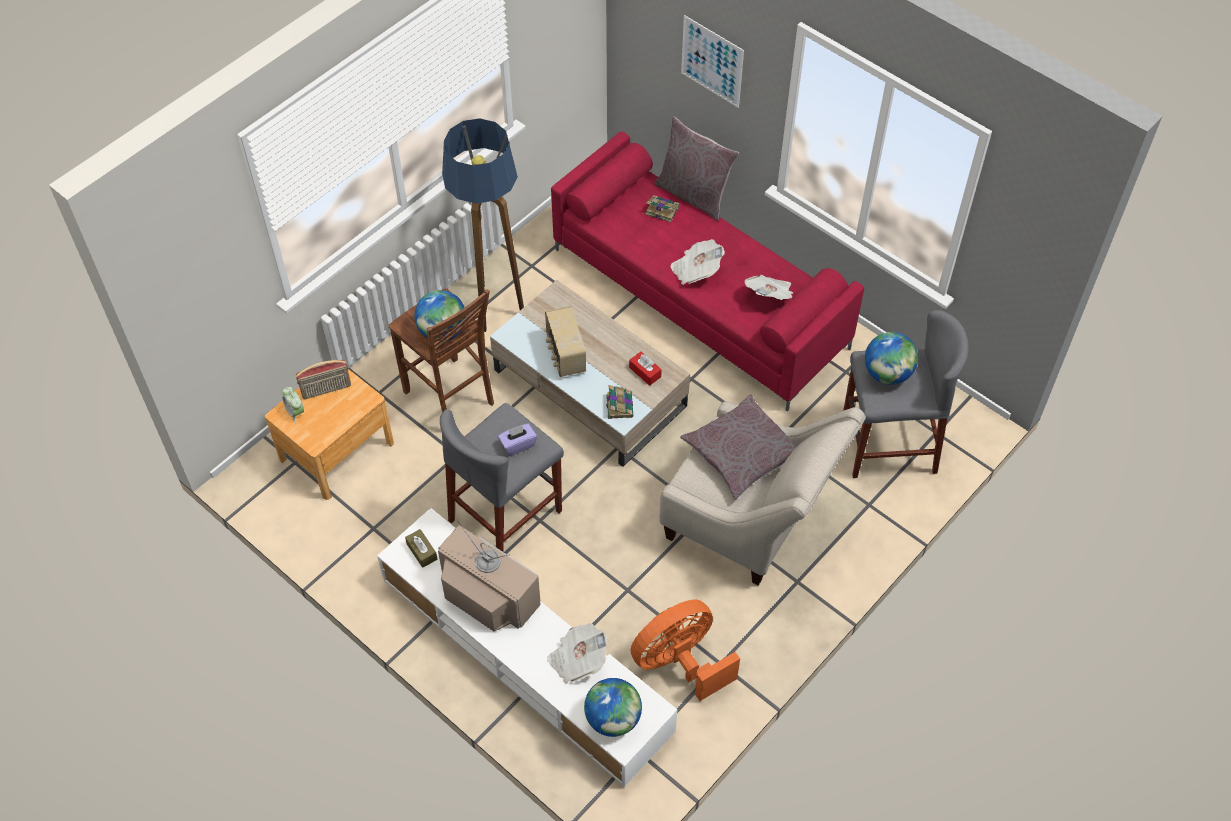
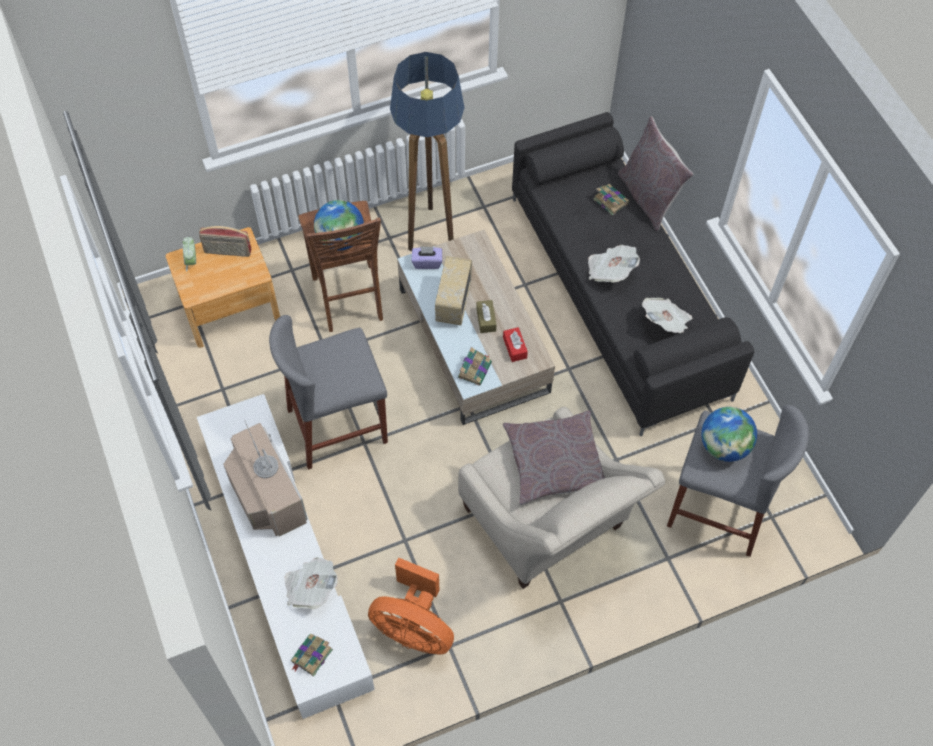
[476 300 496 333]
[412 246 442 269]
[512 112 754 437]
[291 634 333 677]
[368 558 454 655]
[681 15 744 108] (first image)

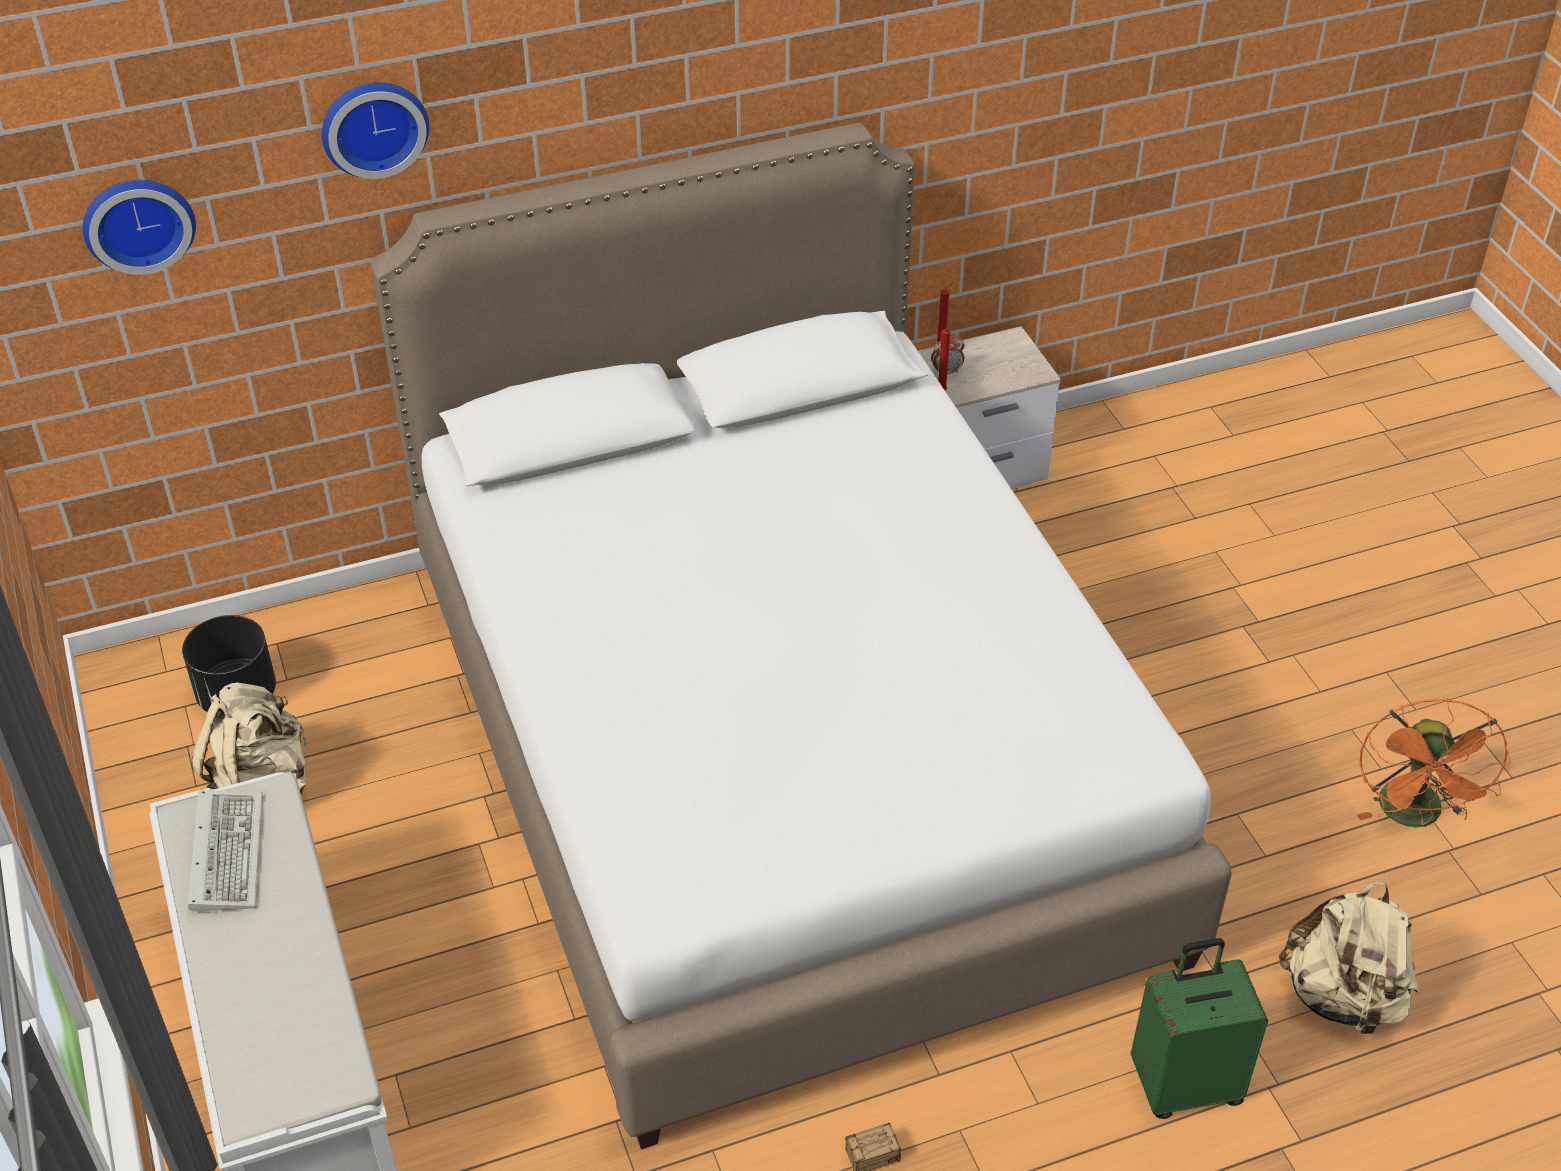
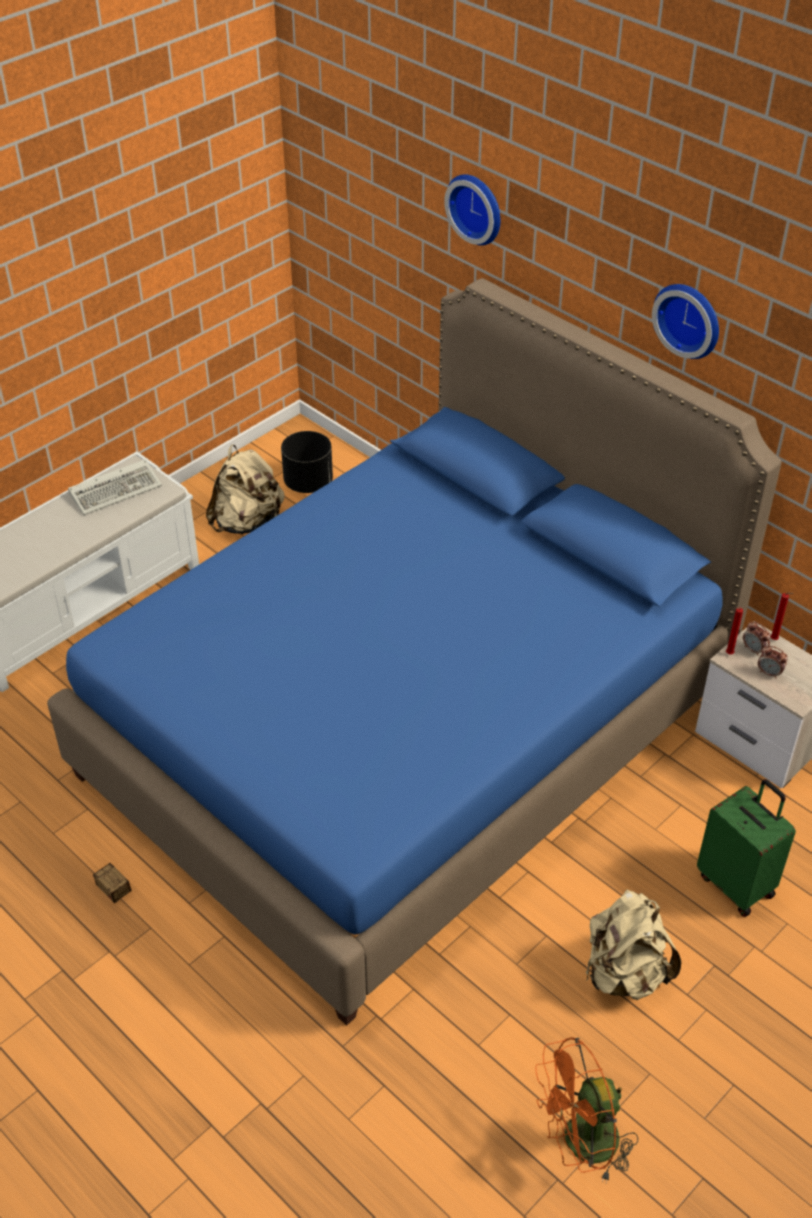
[652 284 719 359]
[47 278 782 1025]
[697 779 796 917]
[586 890 681 1000]
[758 646 788 679]

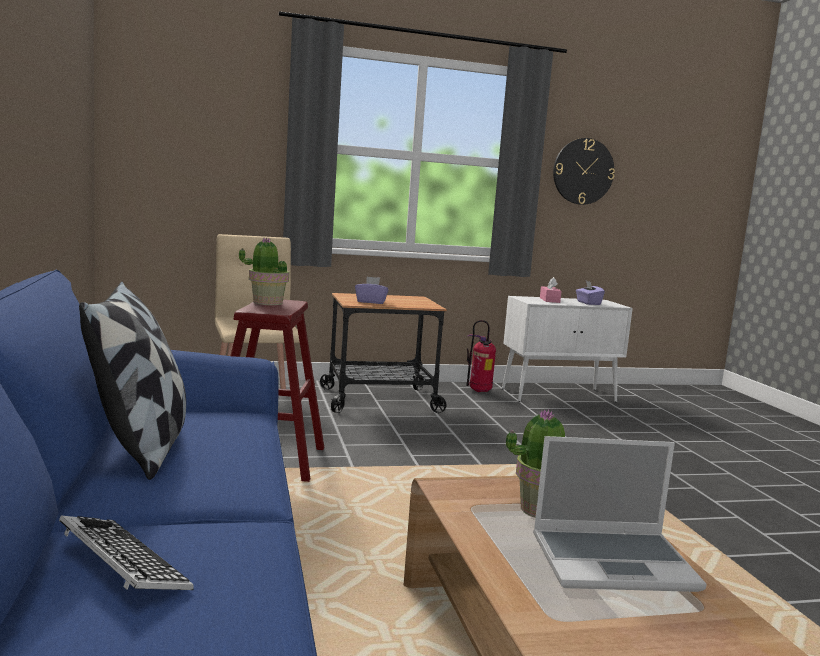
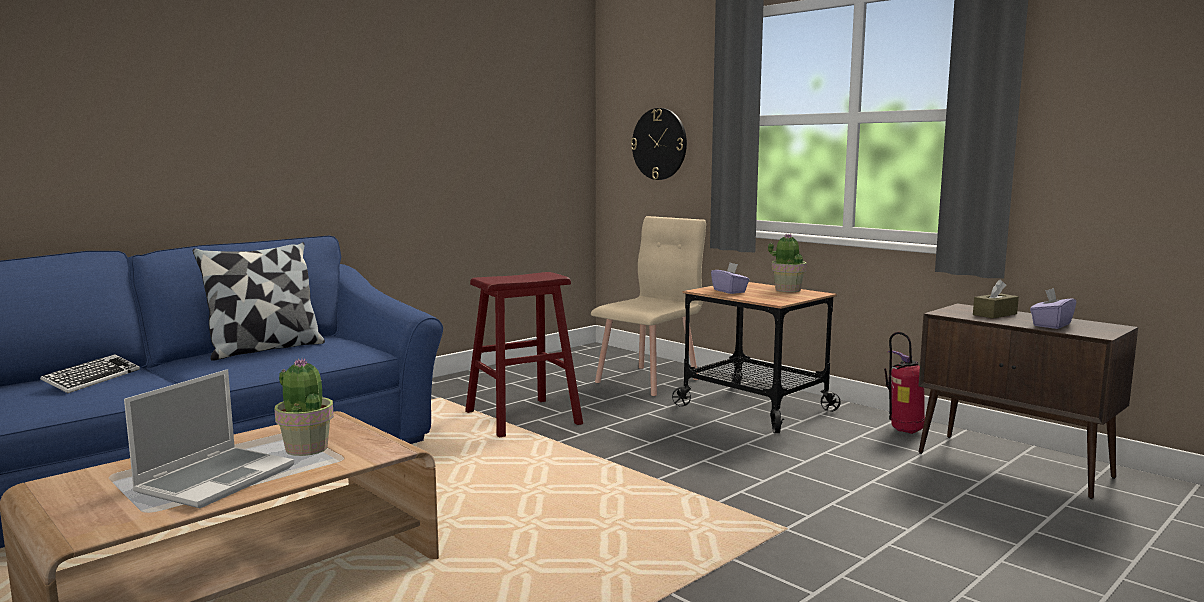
[768 234 807 292]
[919 304 1138 499]
[124 369 294 508]
[973 279 1019 319]
[631 108 687 180]

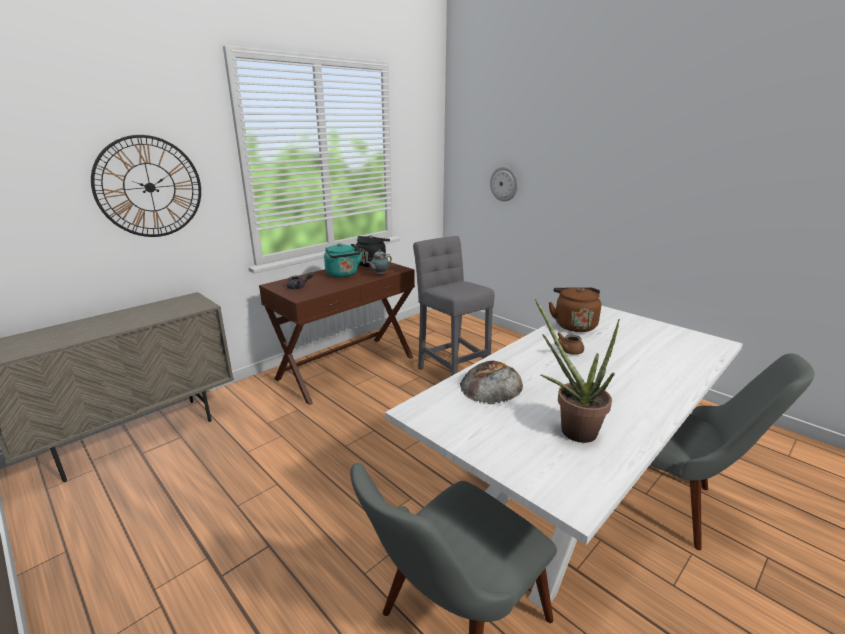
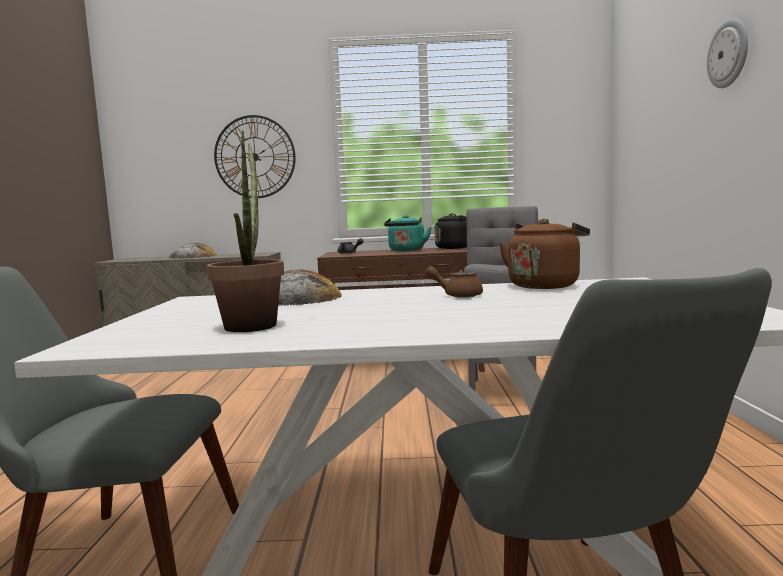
[366 249 392 275] (first image)
[707 19 748 88]
[169 243 217 259]

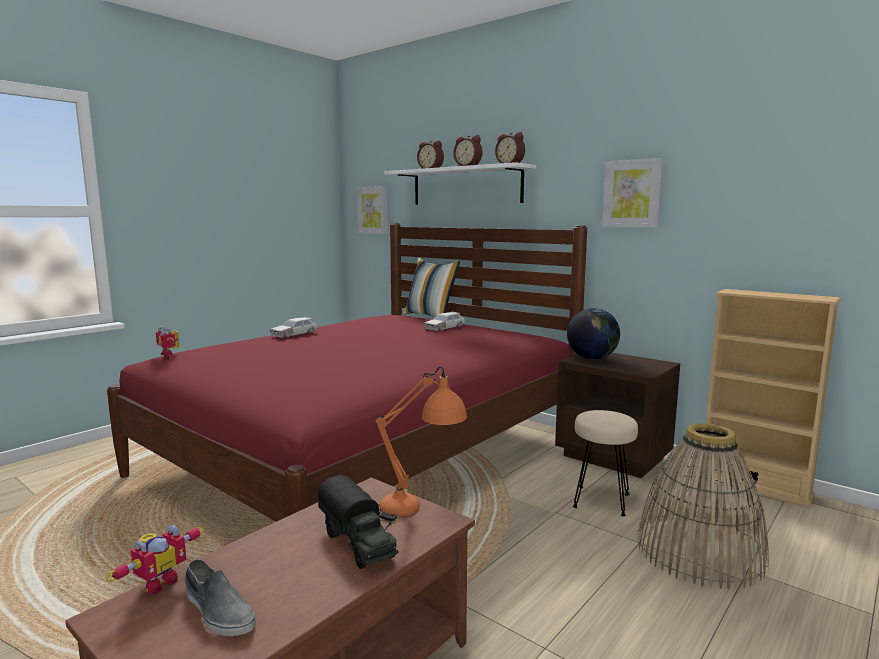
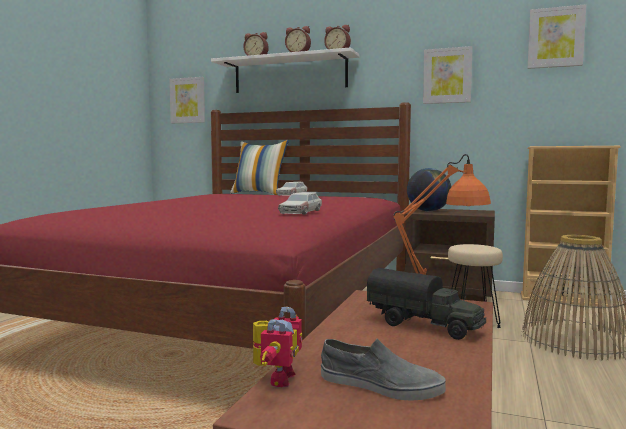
[156 326 179 357] (first image)
[278 192 322 215]
[528 4 586 69]

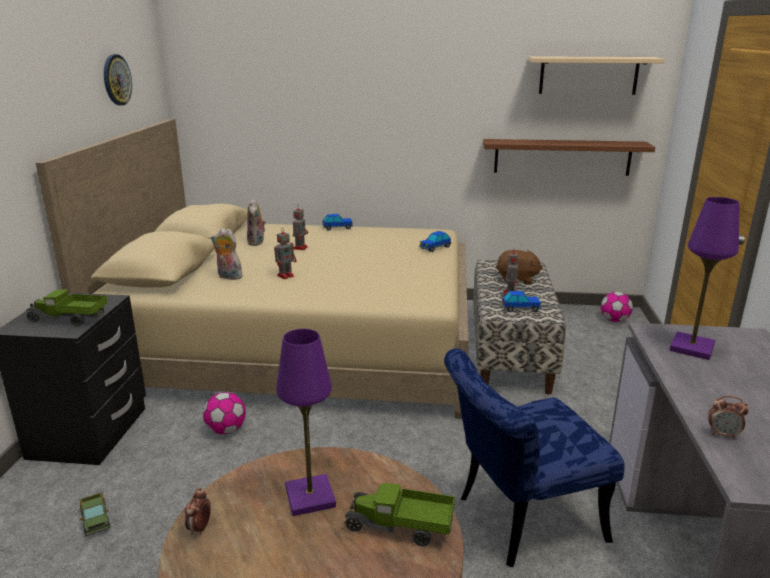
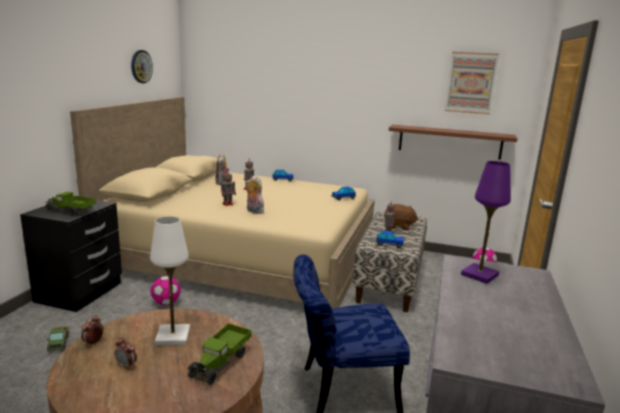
[245 176 264 214]
[150 216 190 345]
[187 323 252 385]
[445 52 499 114]
[114 337 137 370]

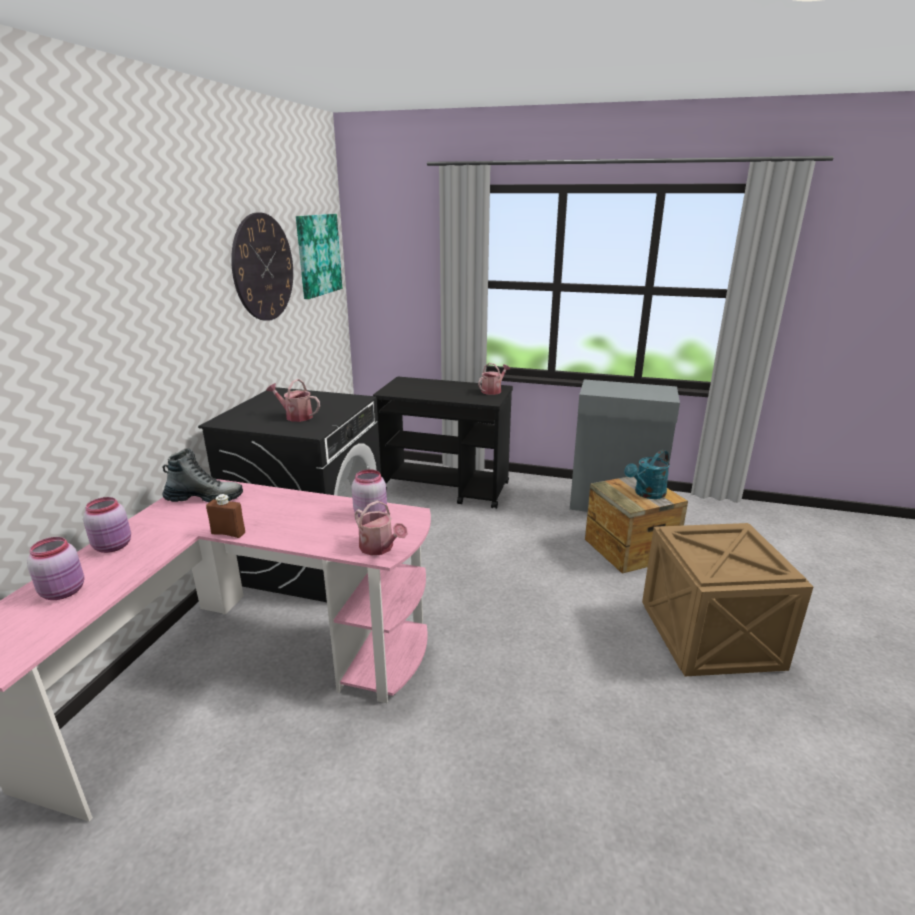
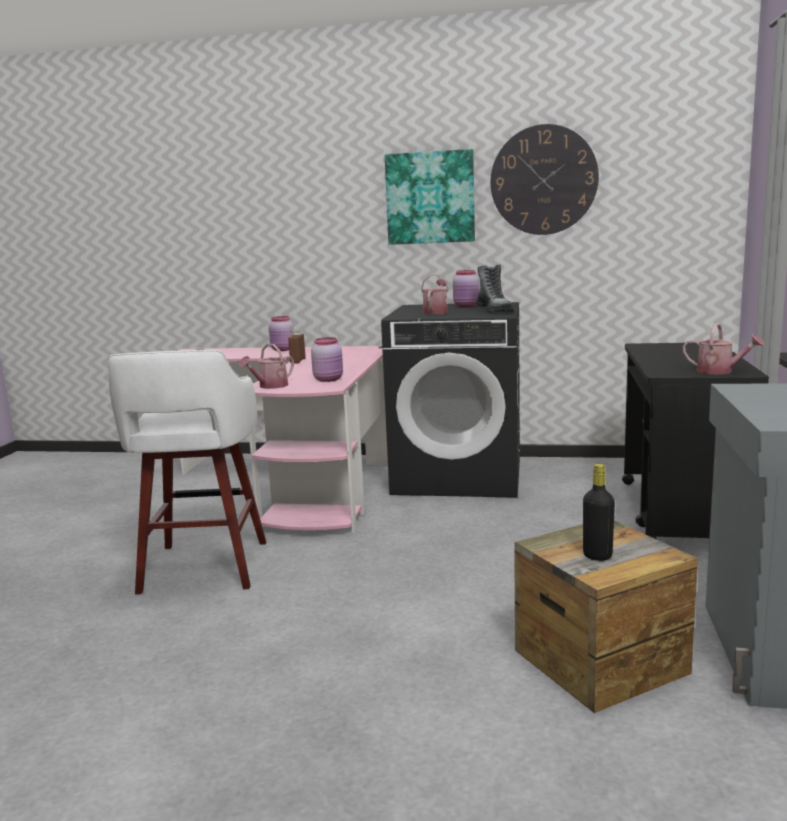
[453 270 479 307]
[476 265 514 313]
[385 149 475 245]
[583 464 615 561]
[642 523 813 676] (first image)
[108 350 266 595]

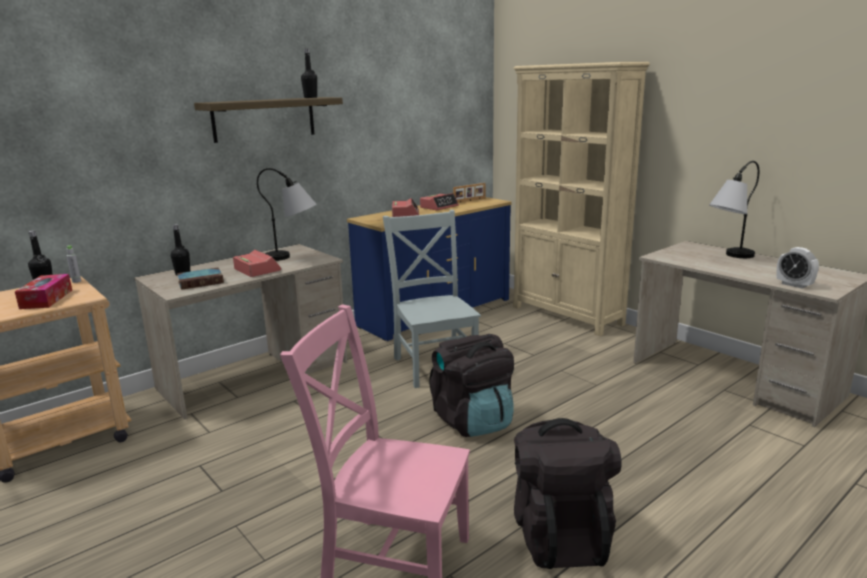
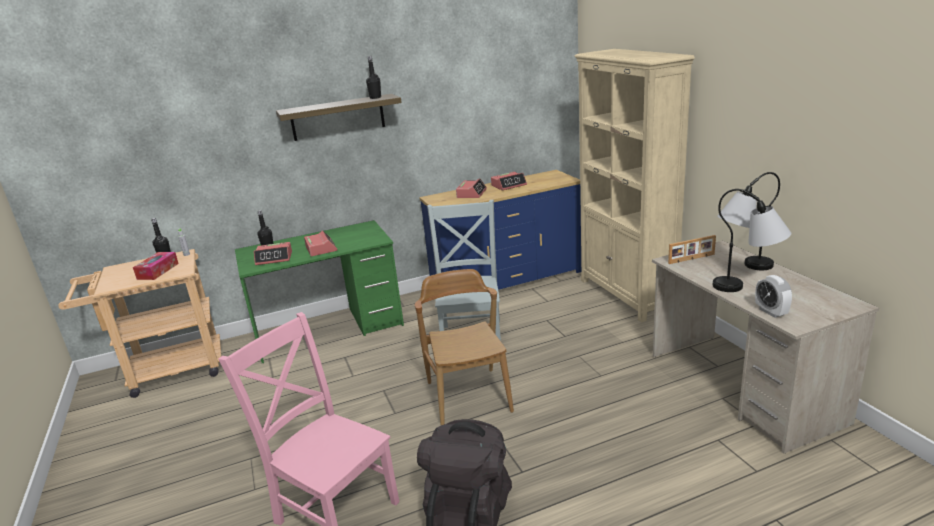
[235 220 404 363]
[254 242 292 265]
[713 189 791 292]
[415 269 514 425]
[668 235 716 264]

